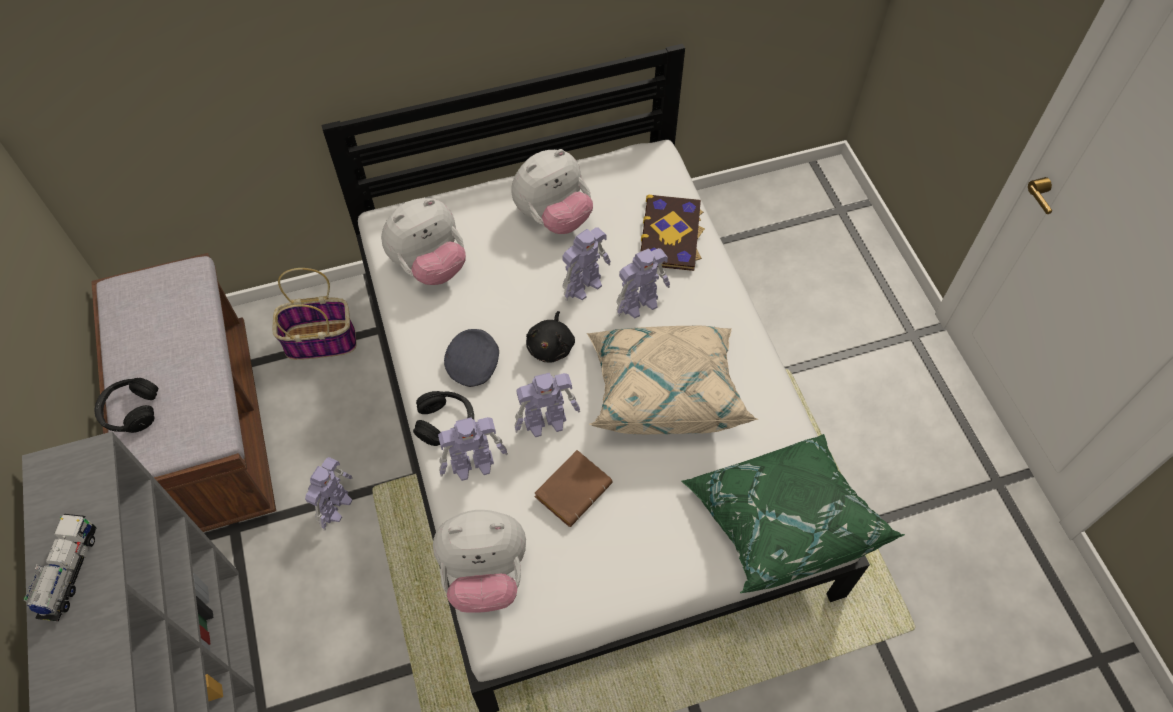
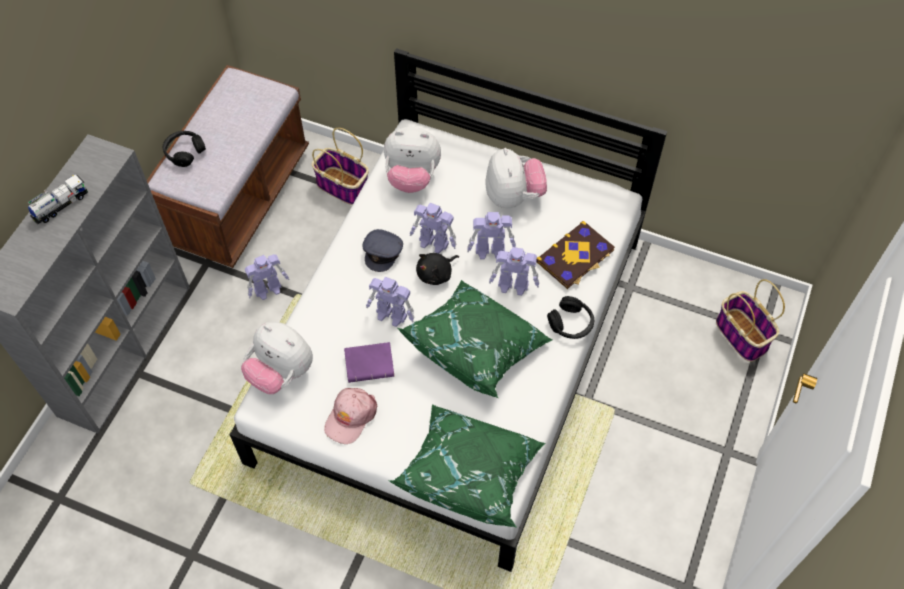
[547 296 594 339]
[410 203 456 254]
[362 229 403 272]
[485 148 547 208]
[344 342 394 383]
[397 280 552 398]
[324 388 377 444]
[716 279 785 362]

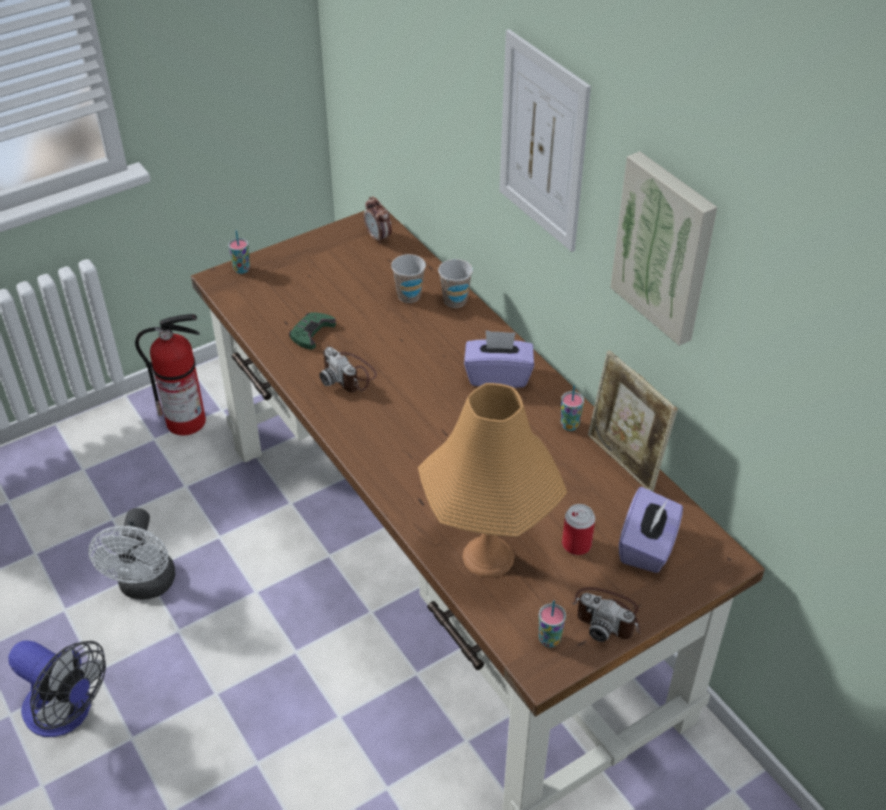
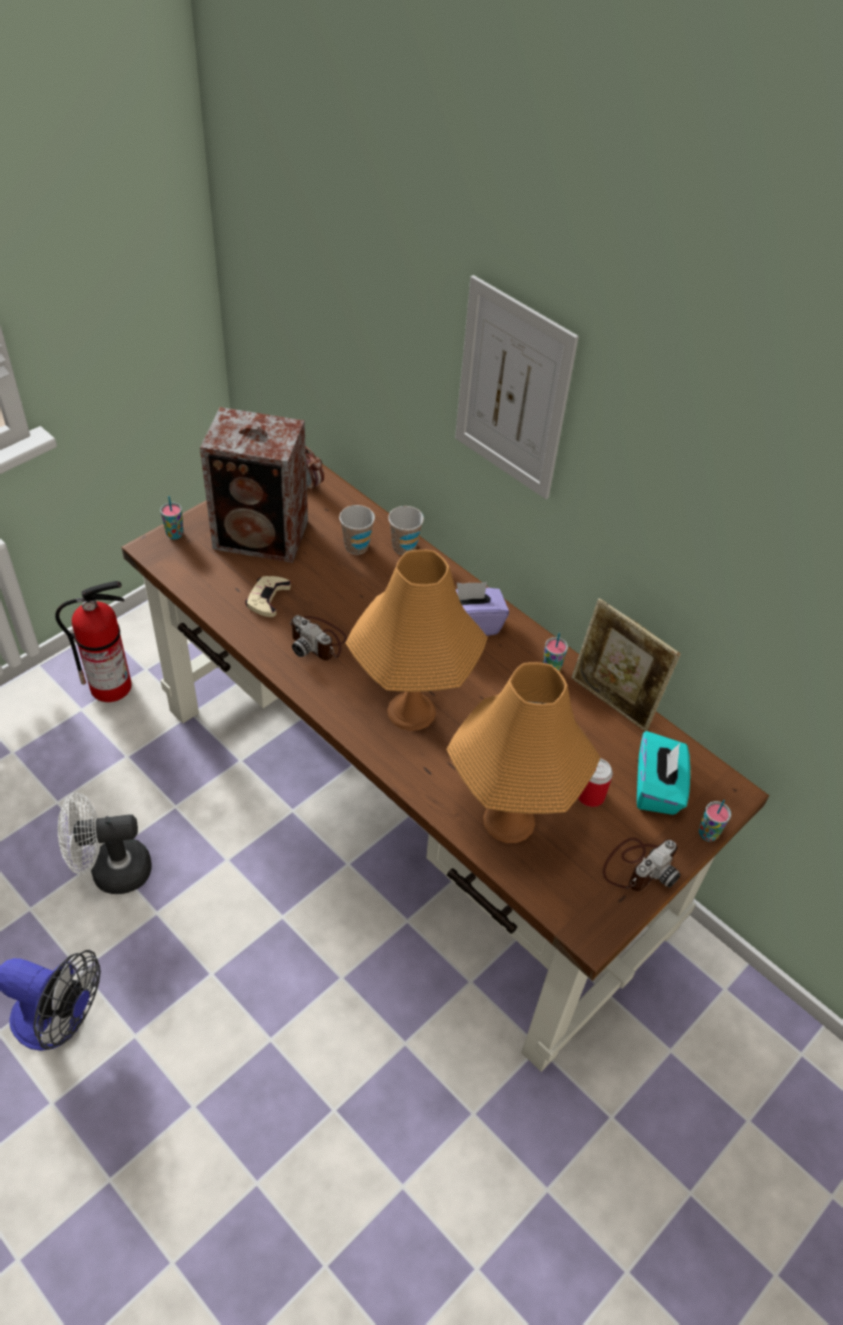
[58 793 152 894]
[245 576 291 617]
[699 800 731 841]
[602 837 681 891]
[610 151 717 346] (first image)
[637 731 690 815]
[200 407 308 563]
[346 549 488 731]

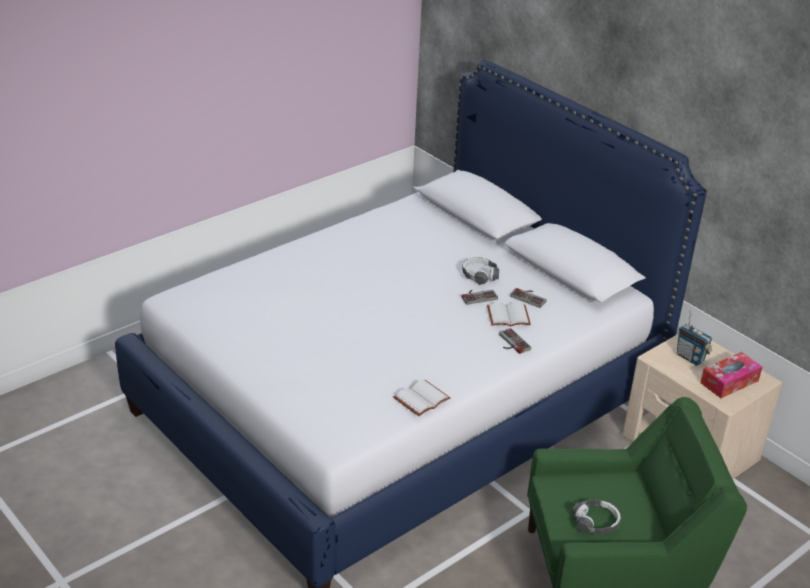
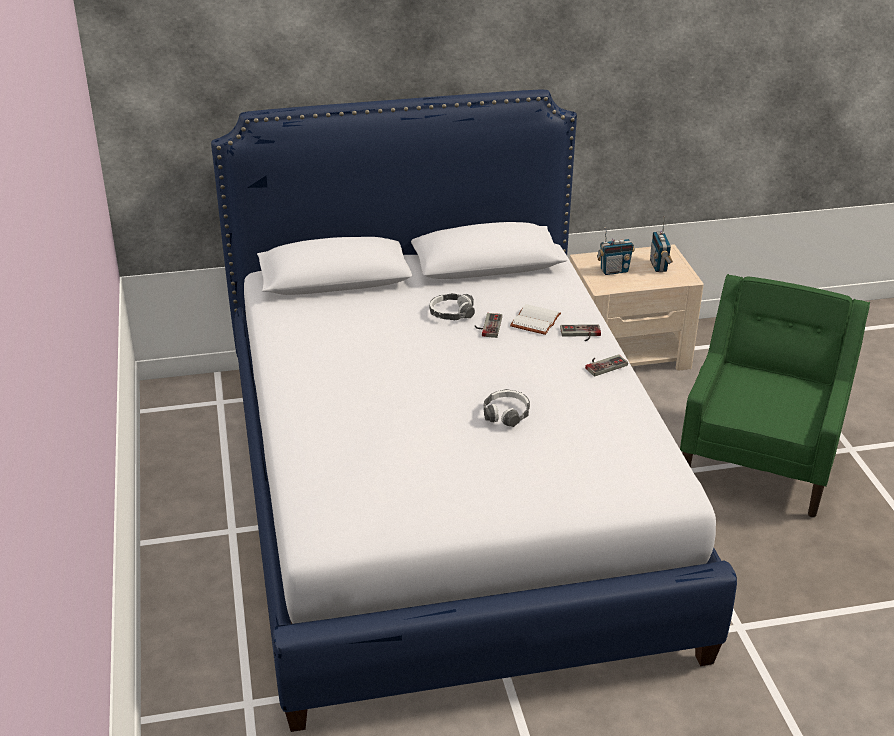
[393 379 450 416] (first image)
[585 355 628 376]
[484 389 530 427]
[650 222 673 272]

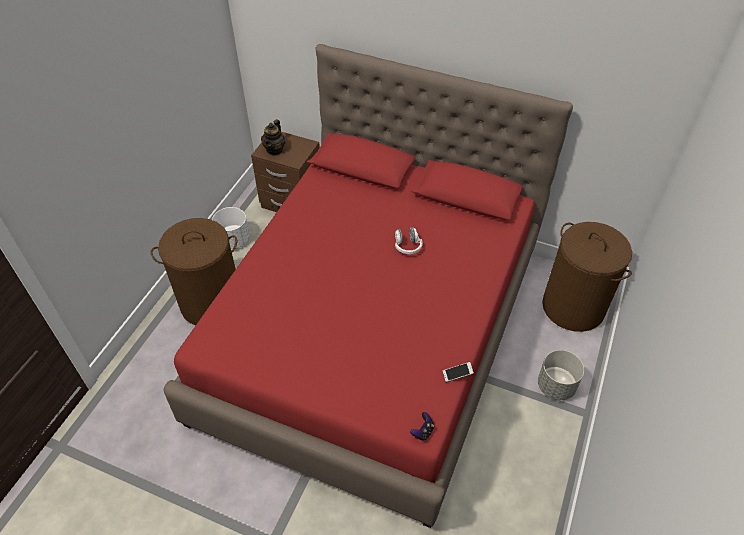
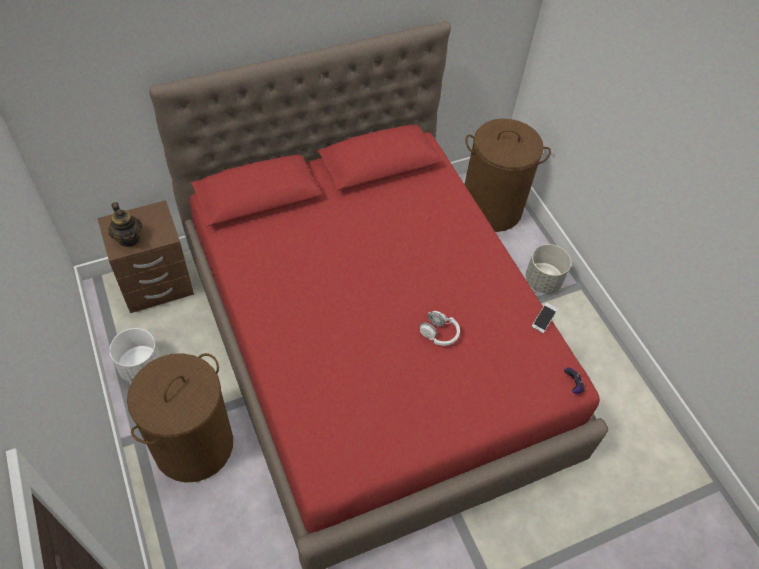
[420 311 460 346]

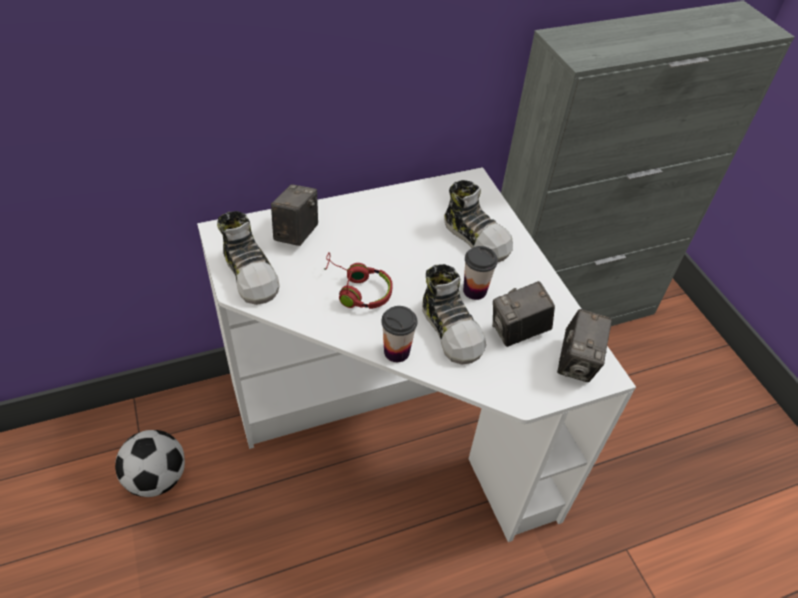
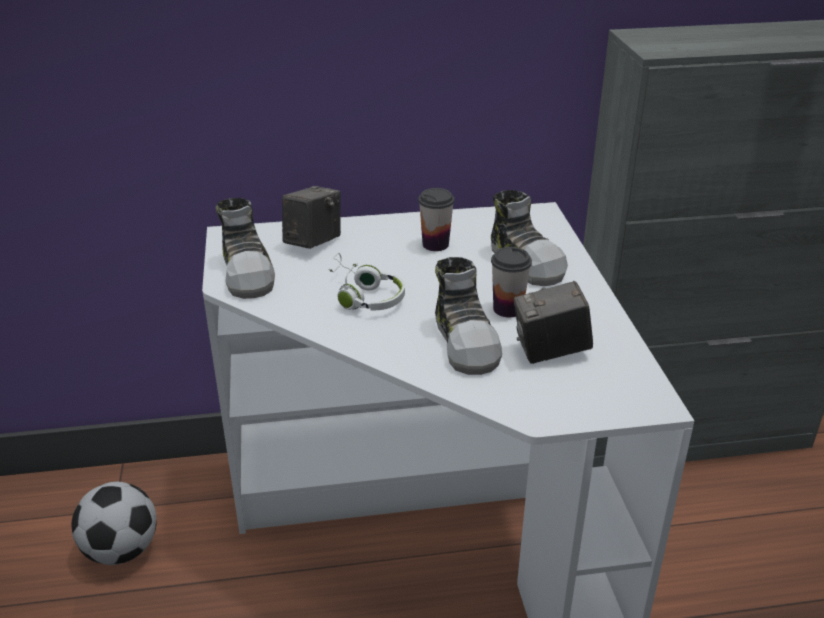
[329 253 405 311]
[418 188 454 251]
[557 309 612 382] (first image)

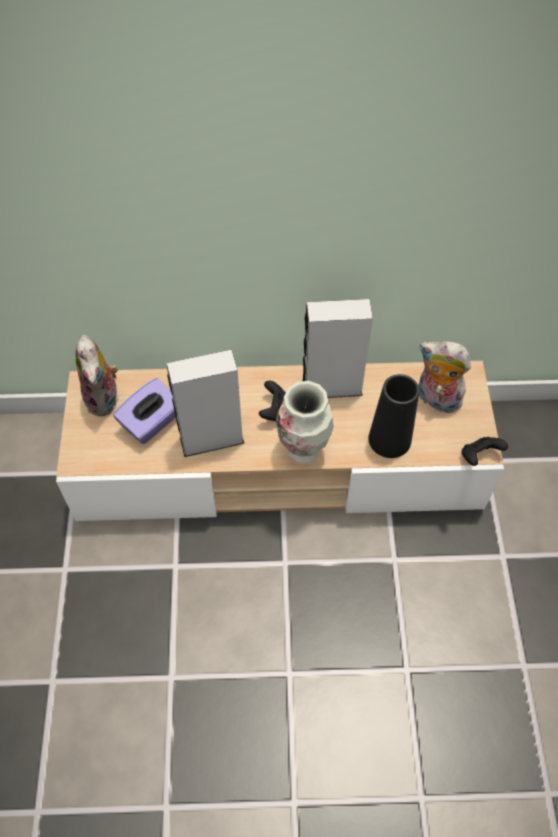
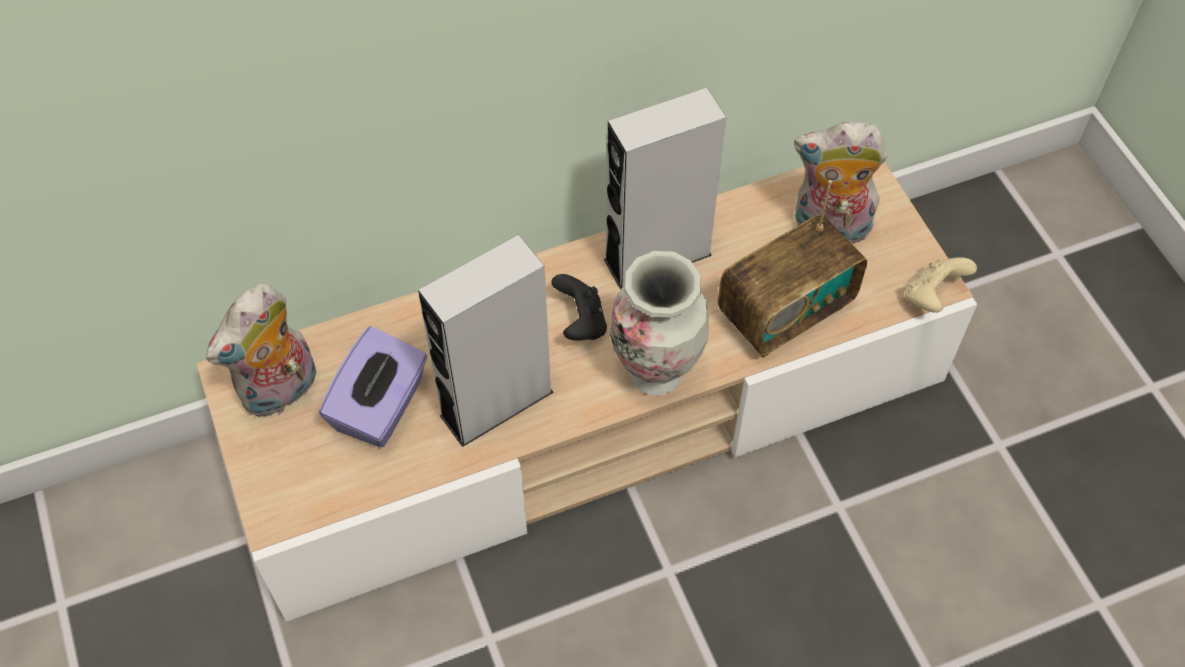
[206 284 316 417]
[718 180 867 358]
[905 257 977 313]

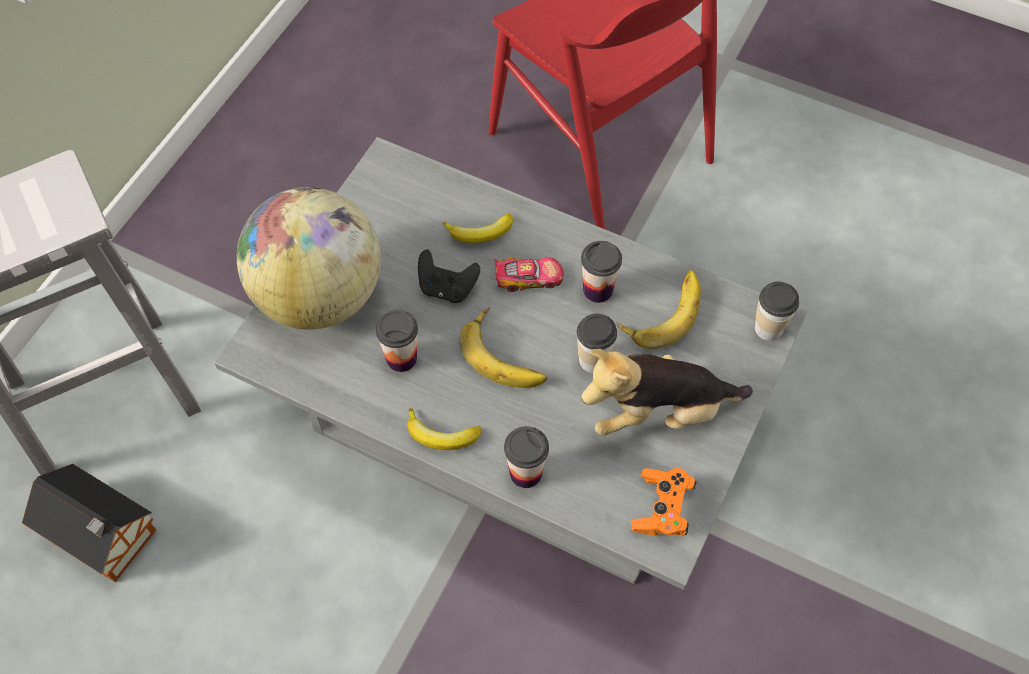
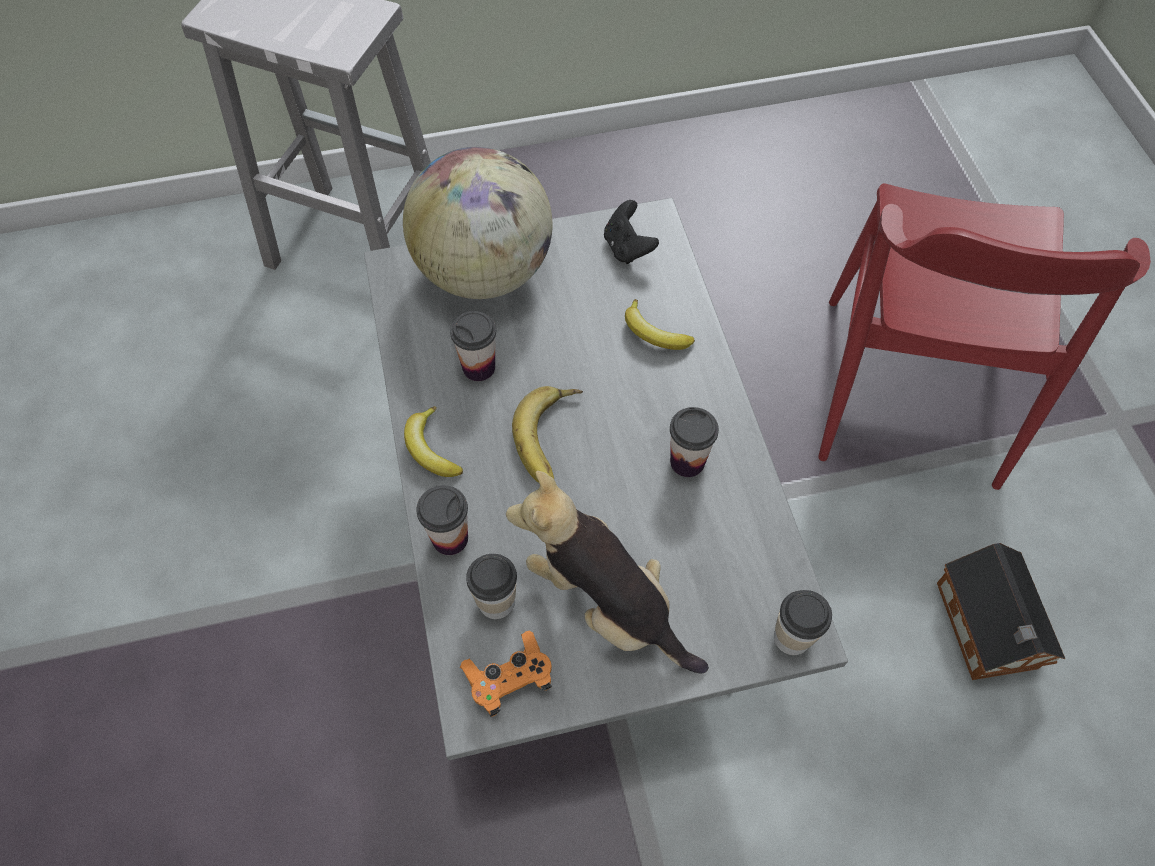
[937 543 1065 680]
[604 200 659 264]
[494 257 564 292] (first image)
[466 554 517 619]
[617 270 701 349] (first image)

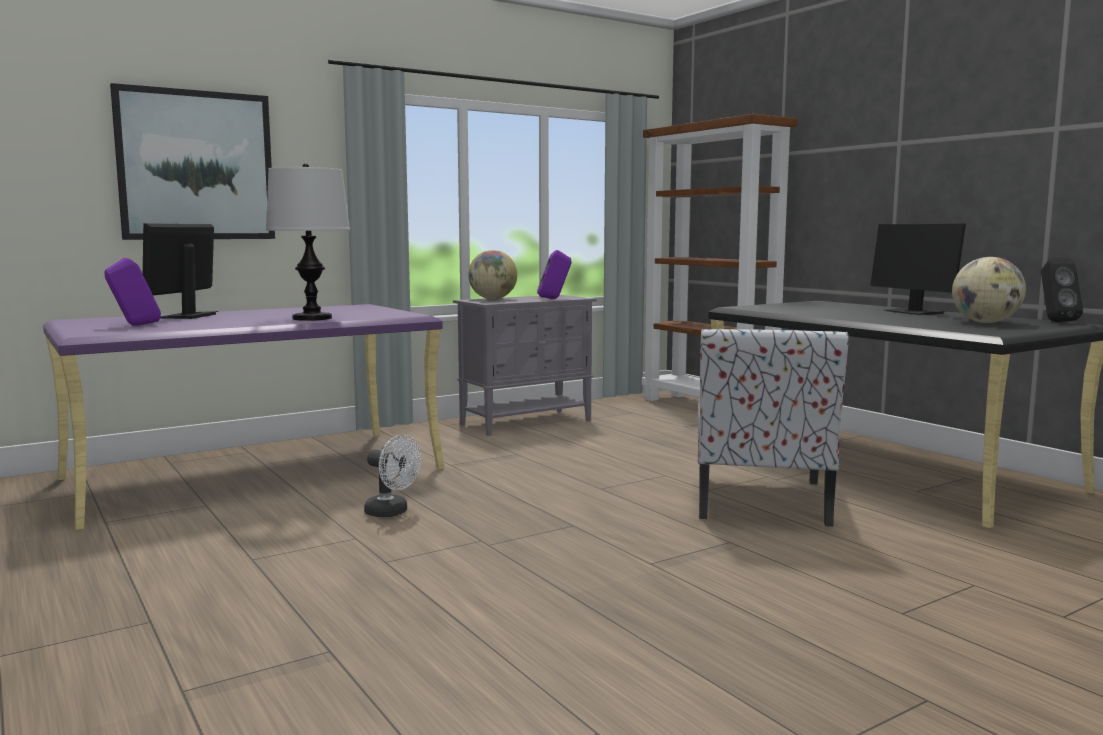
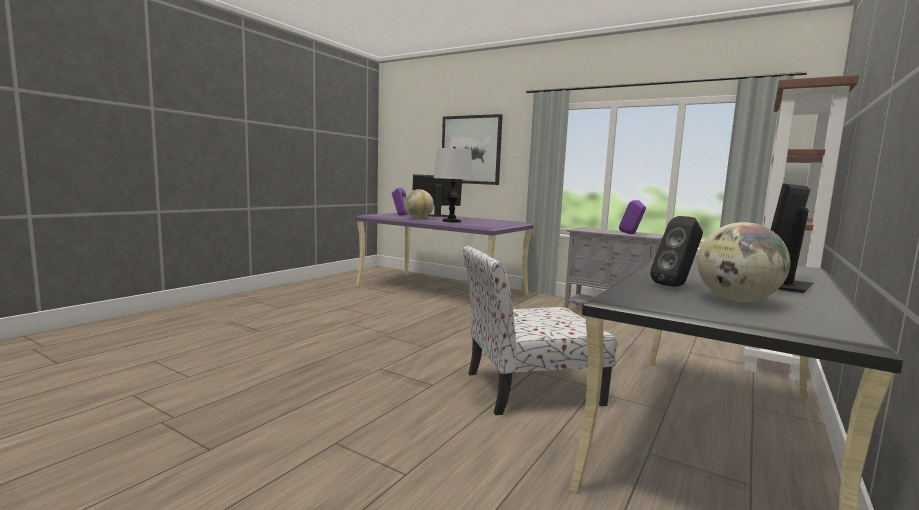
[364 435 421 517] (first image)
[404 189 434 219]
[650 216 703 287]

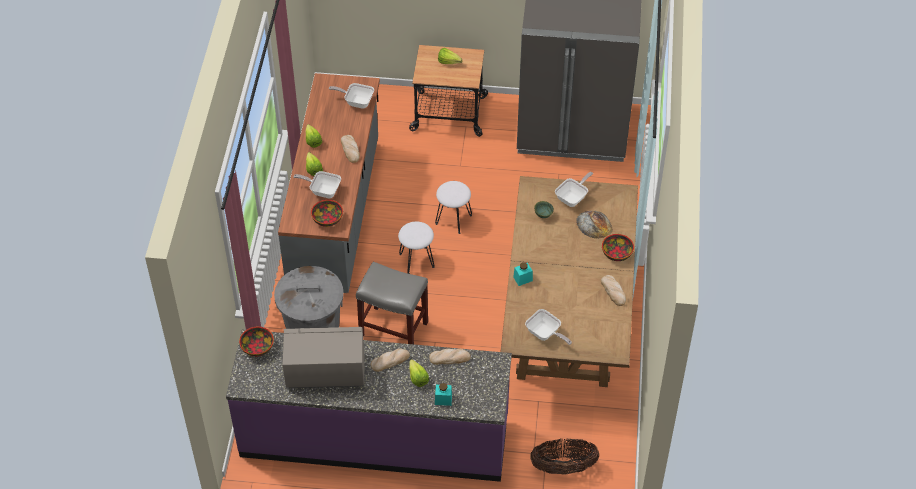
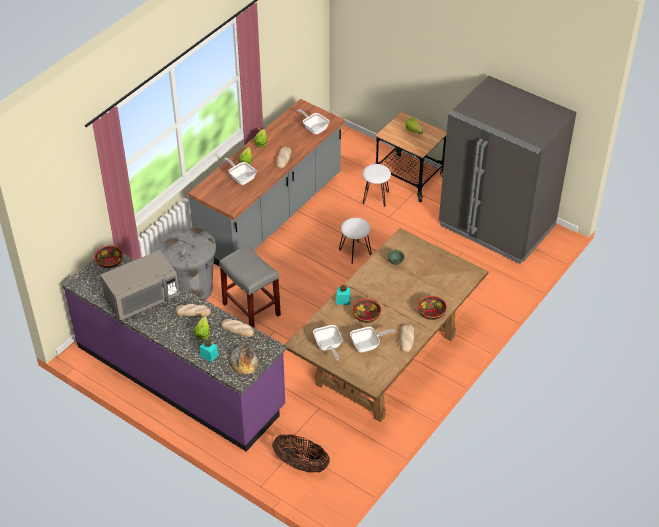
[100 250 179 320]
[352 299 381 323]
[362 164 391 207]
[350 327 395 353]
[229 346 260 374]

